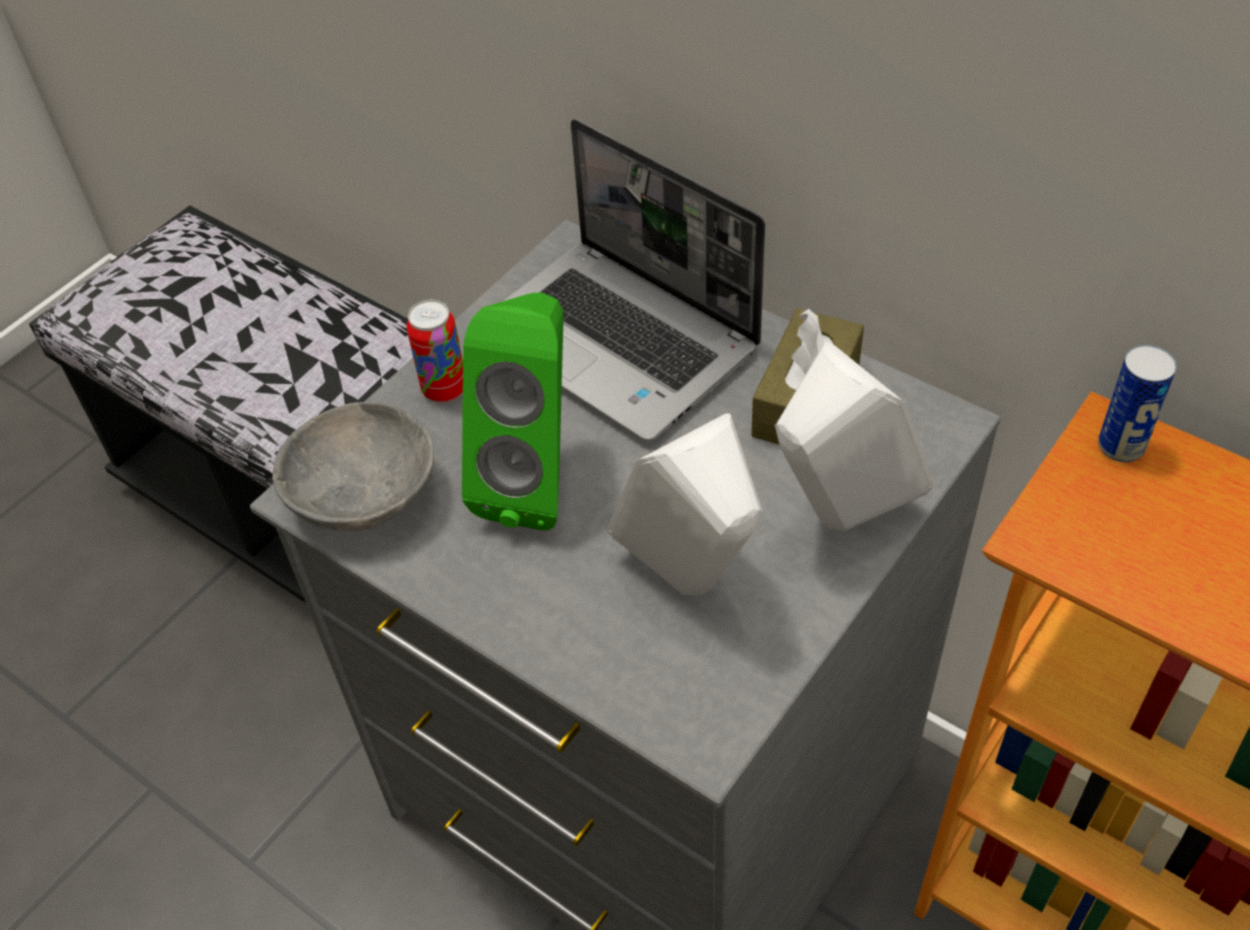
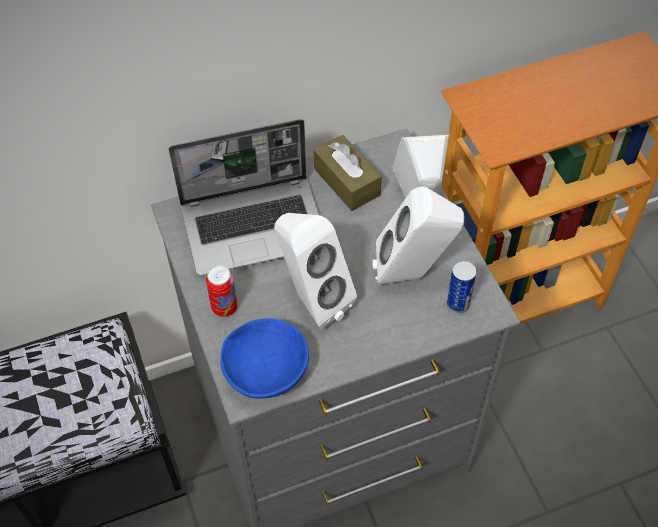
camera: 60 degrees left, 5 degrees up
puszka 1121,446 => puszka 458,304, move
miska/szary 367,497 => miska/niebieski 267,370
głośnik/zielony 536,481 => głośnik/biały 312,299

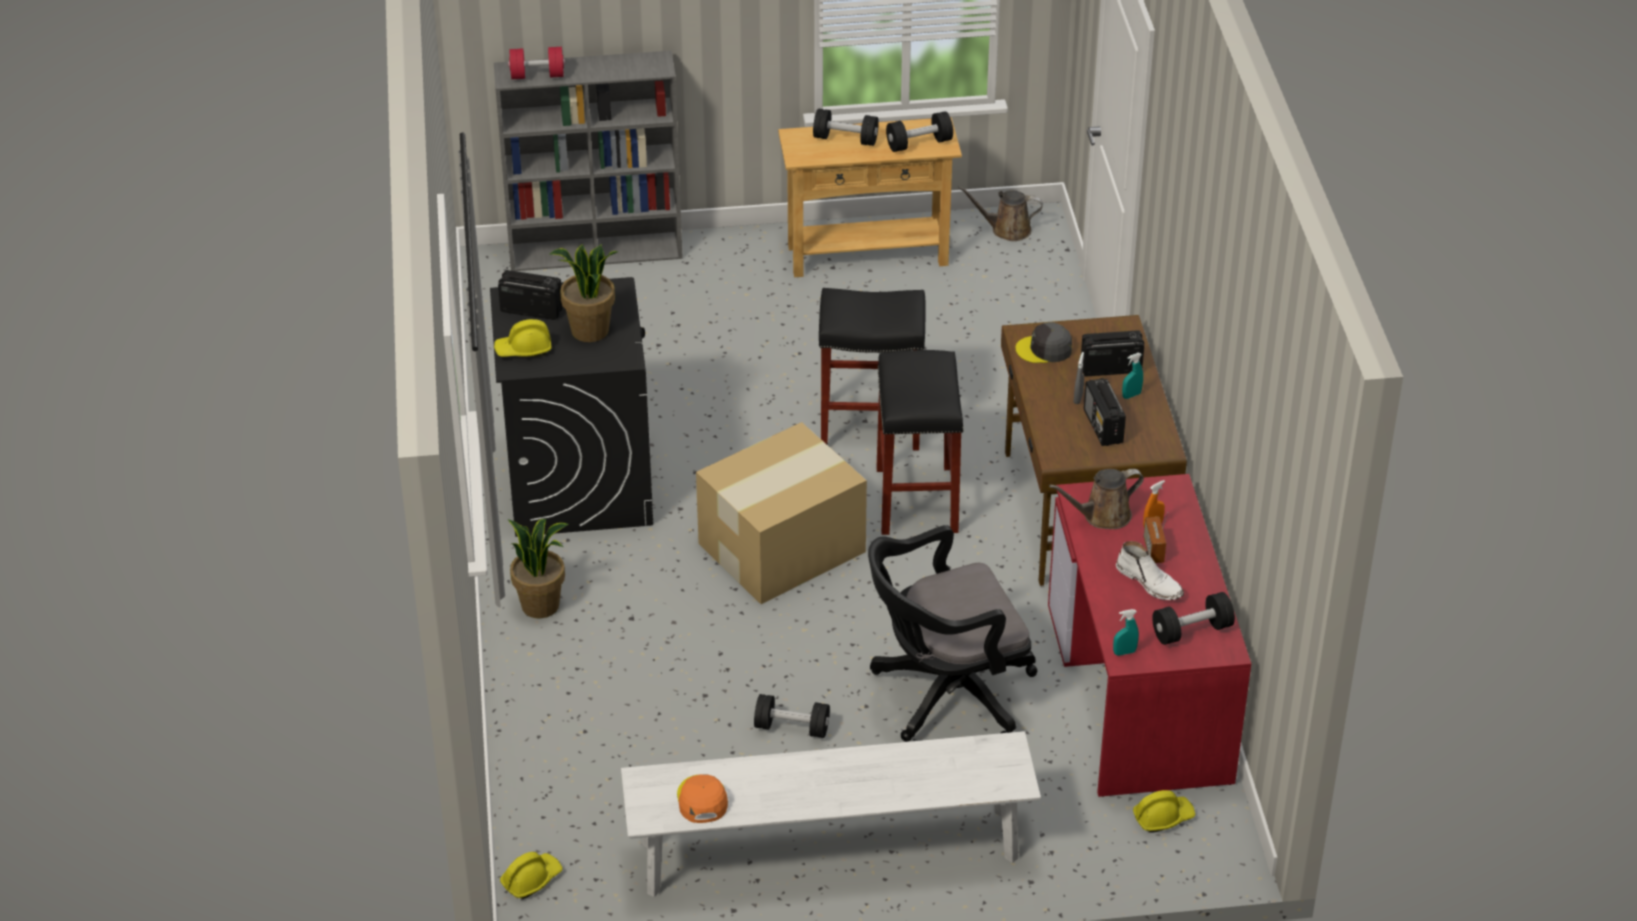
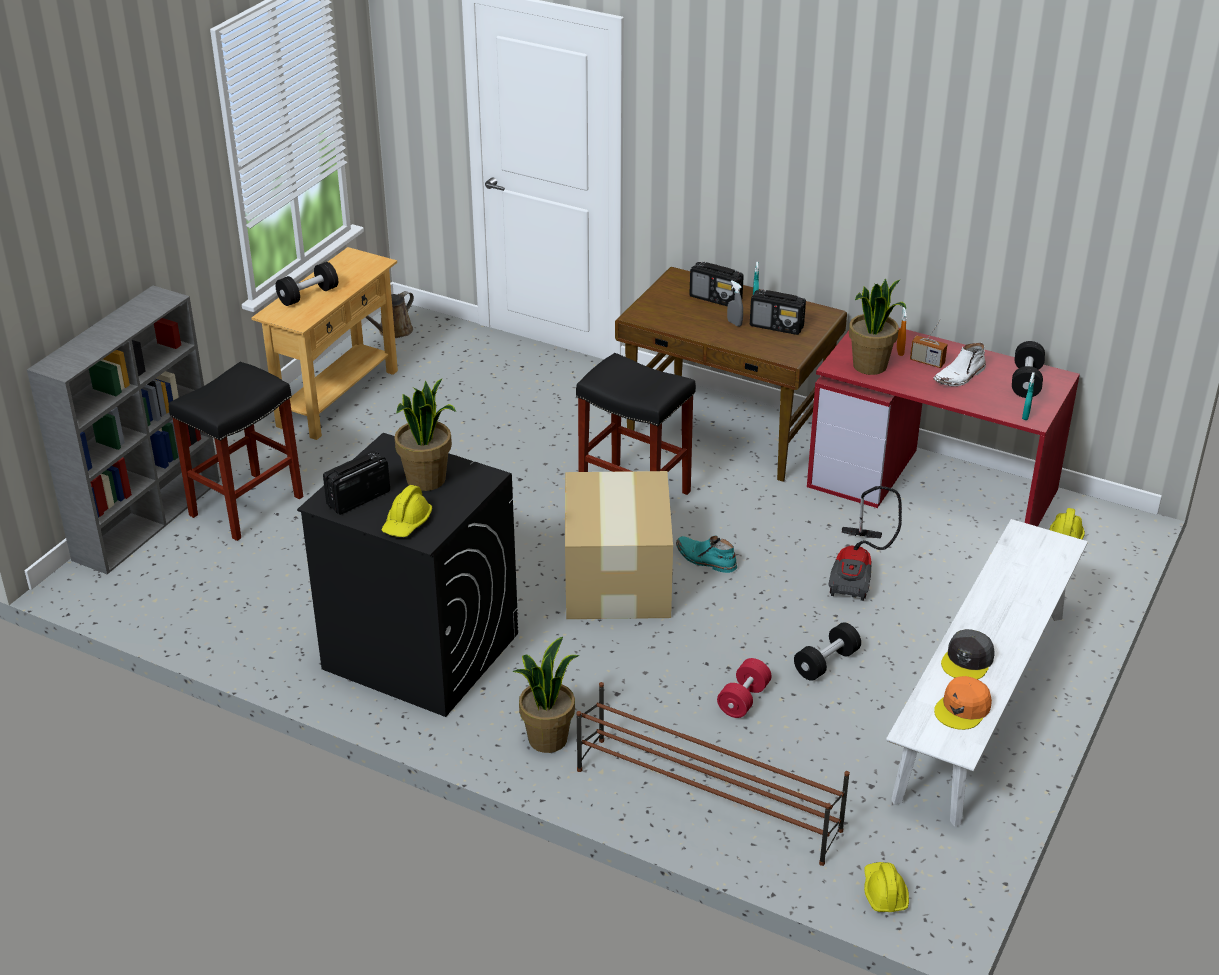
camera: 55 degrees left, 5 degrees down
hantel/czarny 919,143 => nothing
nothing => regał na buty/brązowy 706,799
nothing => but z cholewką/turkusowy 705,559
hantel/czerwony 537,75 => hantel/czerwony 743,699, move
stołek/czarny 872,425 => stołek/czarny 247,505, move
czapka z daszkiem/szary 1044,349 => czapka z daszkiem/szary 967,661, move
krzesło biurowe/czarny 945,694 => odkurzacz 857,573
konewka/brązowy 1102,516 => roślina doniczkowa 870,366
czapka z daszkiem/pomarańczowy 701,800 => czapka z daszkiem/pomarańczowy 963,709, 75 degrees counterclockwise
radio 1110,368 => radio 716,299, 90 degrees counterclockwise
but z cholewką/biały 1150,582 => but z cholewką/biały 960,376, 150 degrees clockwise

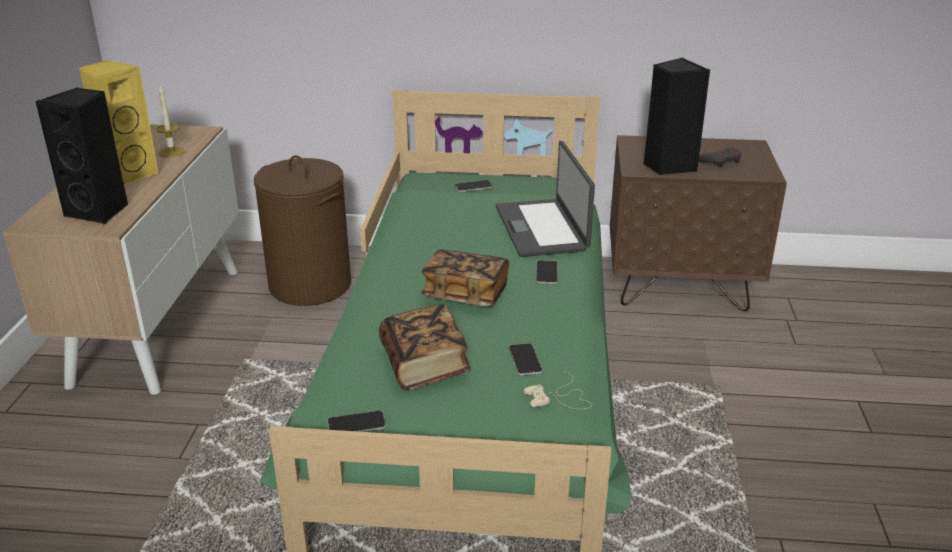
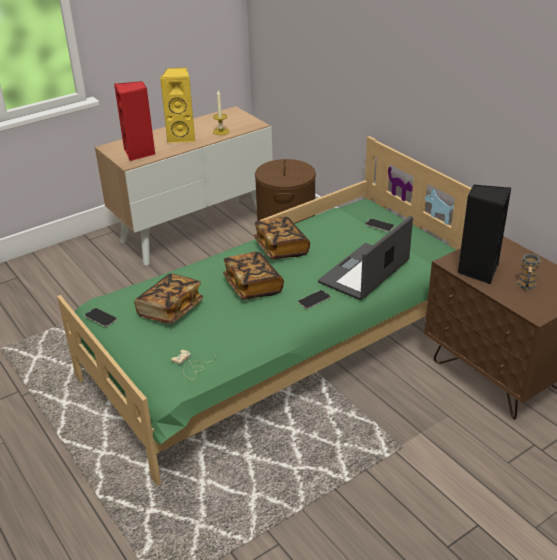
camera: 50 degrees right, 5 degrees up
telefon 525,360 => nothing
nothing => książka 281,248
pad do gier/szary 720,161 => kubek 526,286
głośnik/czarny 100,211 => głośnik/czerwony 139,153

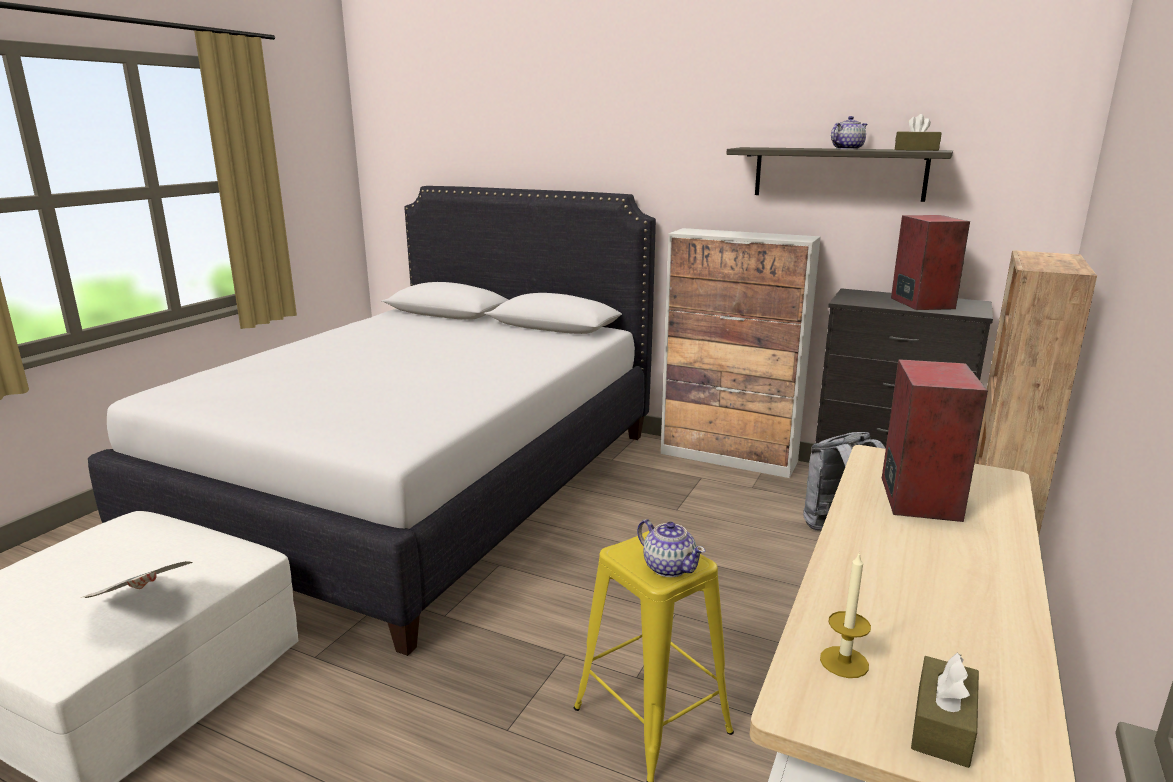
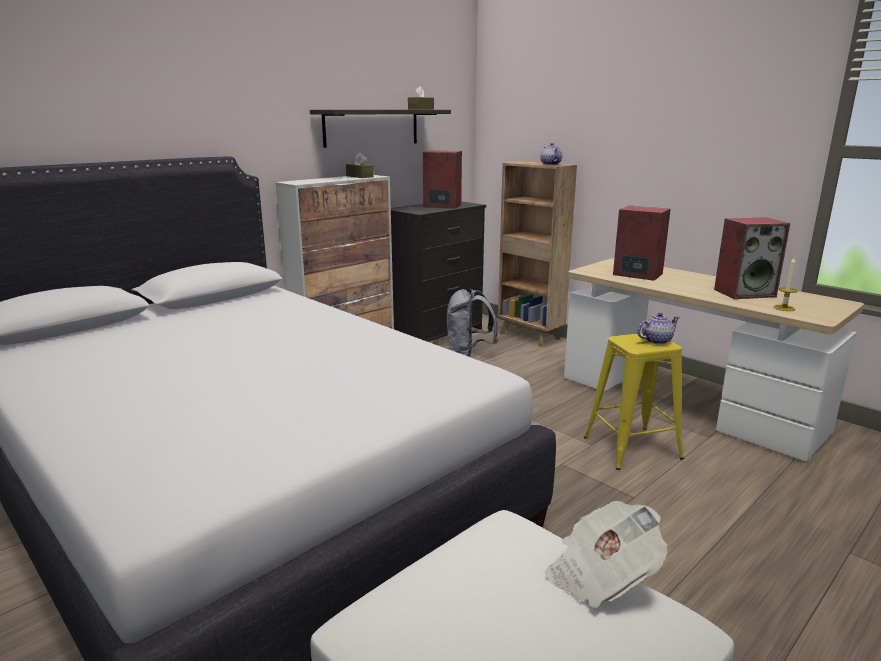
camera: 70 degrees left, 0 degrees up
nothing => głośnik 745,293
imbryk 846,149 => imbryk 550,164, move
pudełko chusteczek/brązowy 942,725 => pudełko chusteczek/brązowy 359,176, move

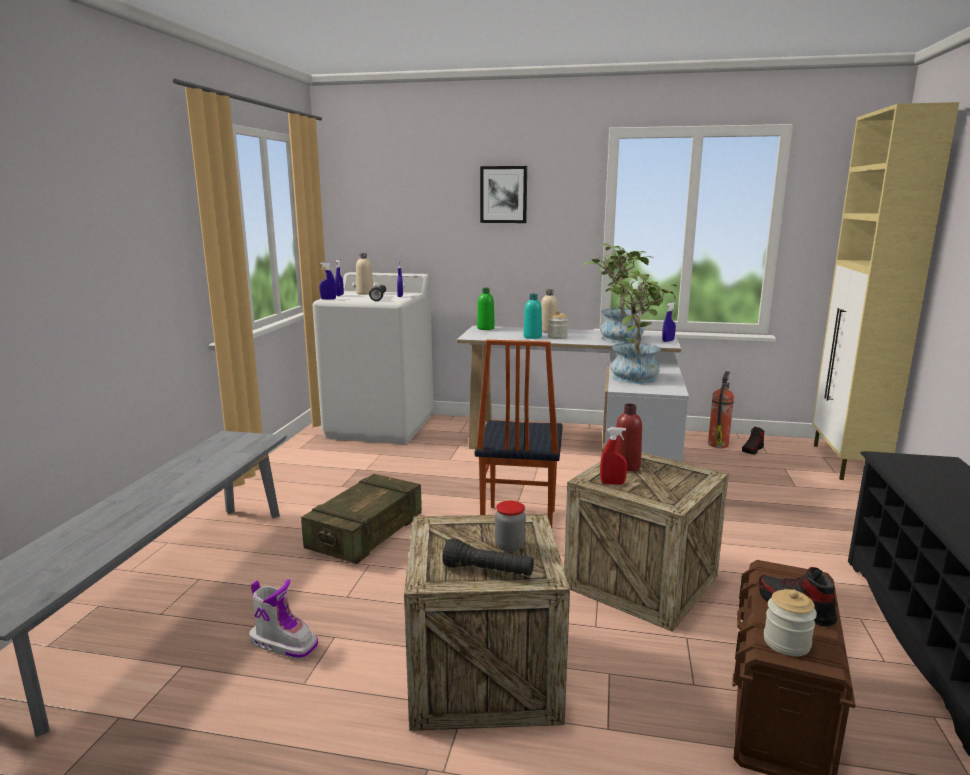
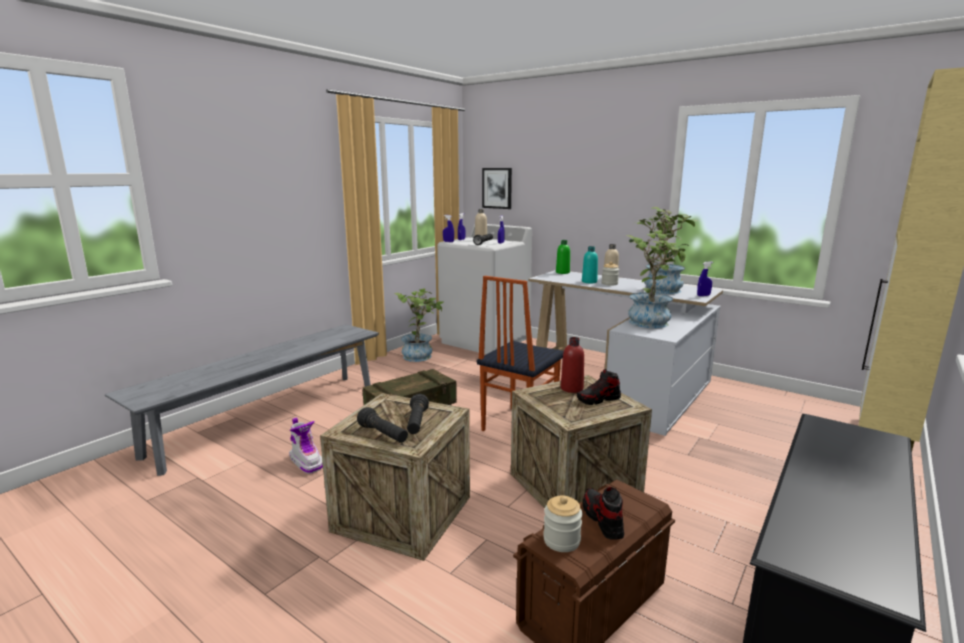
camera: 25 degrees right, 0 degrees up
spryskiwacz/czerwony 612,483 => nothing
gaśnica 718,444 => nothing
nothing => roślina doniczkowa 420,355
obraz 503,194 => obraz 497,188, move
but 752,450 => but 598,399, move
słoik 510,546 => latarka/czarny 417,423

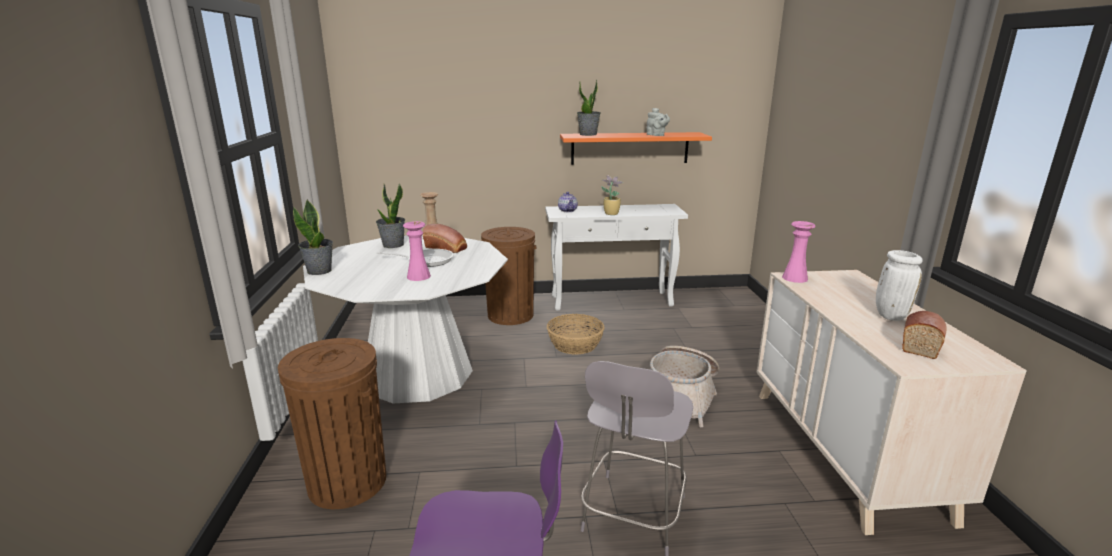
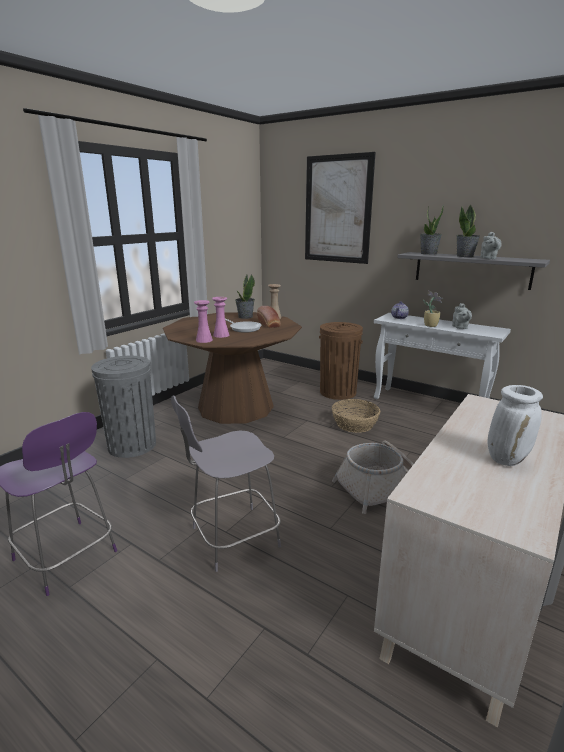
camera: 40 degrees right, 0 degrees up
chleb 920,343 => nothing
nothing => obraz 337,210
nothing => imbryk/szary 460,327
roślina doniczkowa 320,271 => roślina doniczkowa 465,256, move
wazon/różowy 794,278 => wazon/różowy 204,340, move
kosz na śmieci/brązowy 347,482 => kosz na śmieci/szary 132,445
stół jadalny/biały 418,373 => stół jadalny/brązowy 236,407
półka/pomarańczowy 630,148 => półka/szary 471,270

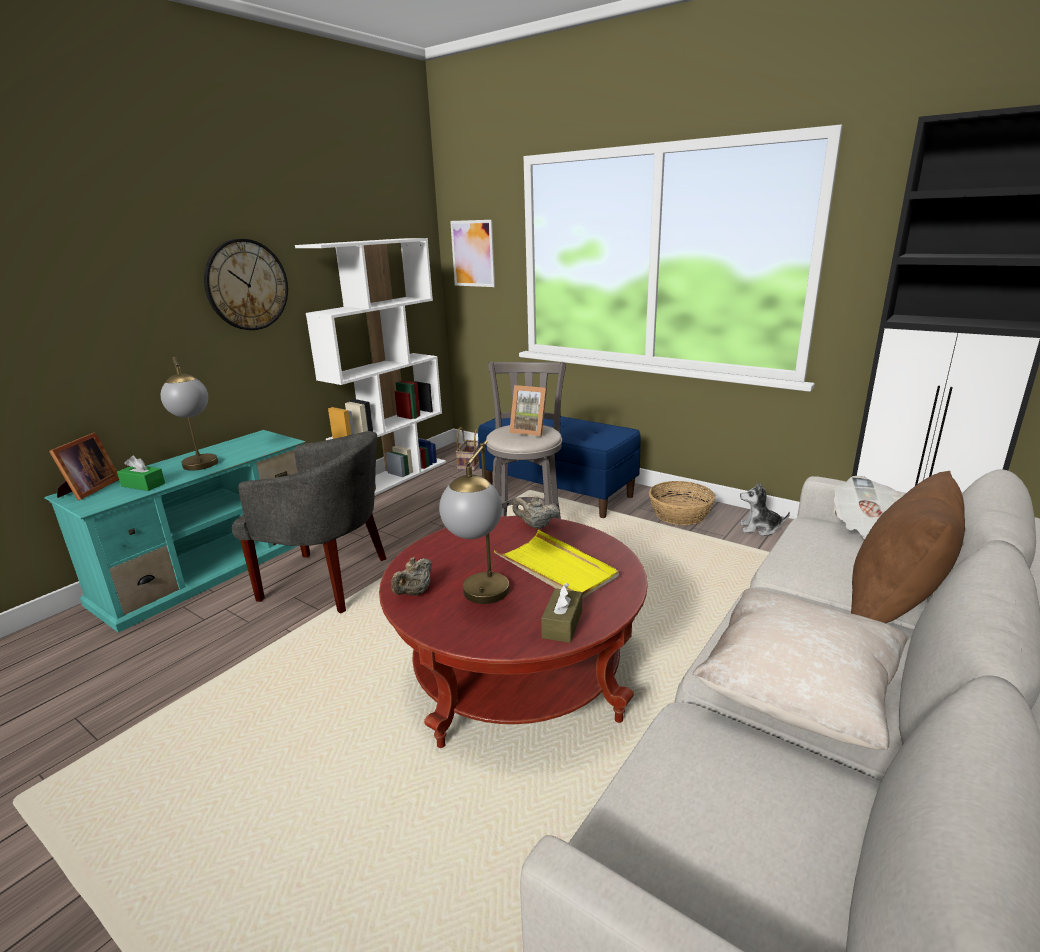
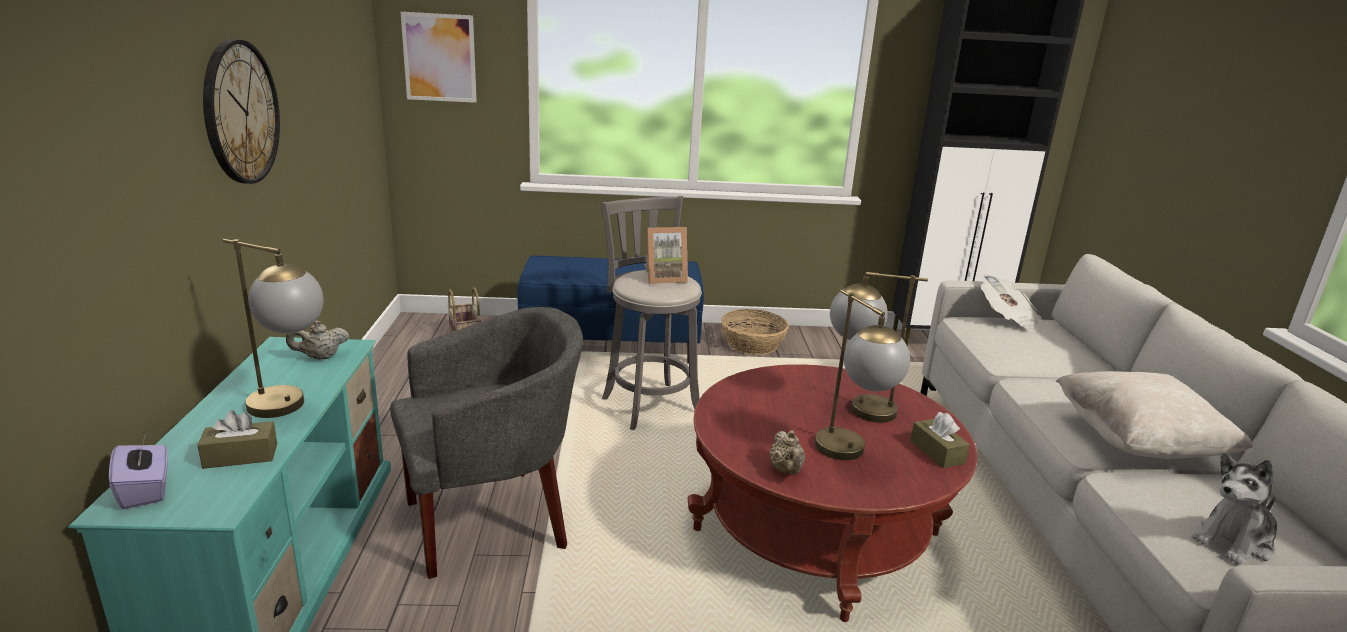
camera: 40 degrees left, 0 degrees up
regał/biały 393,477 => nothing
poduszka/brązowy 893,605 => nothing
imbryk/beżowy 536,526 => imbryk/beżowy 320,357, move
pluszak 759,528 => pluszak 1234,542, move
ramka na zdjęcie 88,490 => pudełko chusteczek/fioletowy 146,490
taca/żółty 556,568 => lampa stołowa 856,409
pudełko chusteczek/zielony 143,485 => pudełko chusteczek/brązowy 240,456

